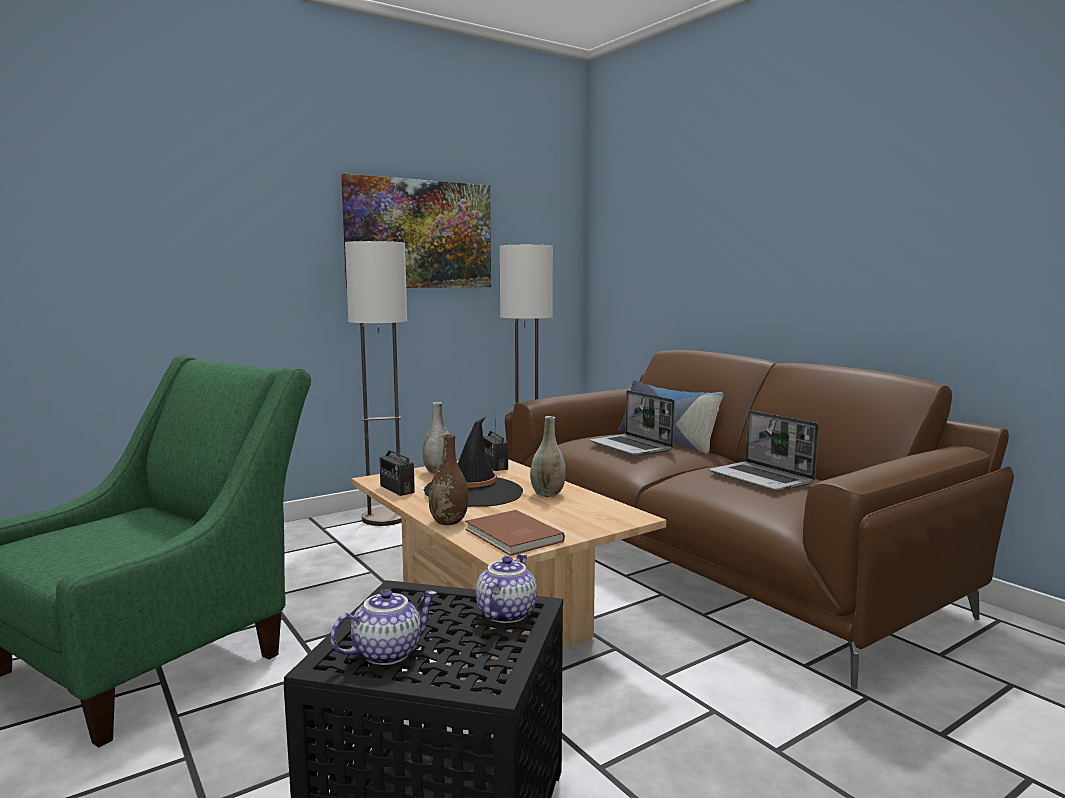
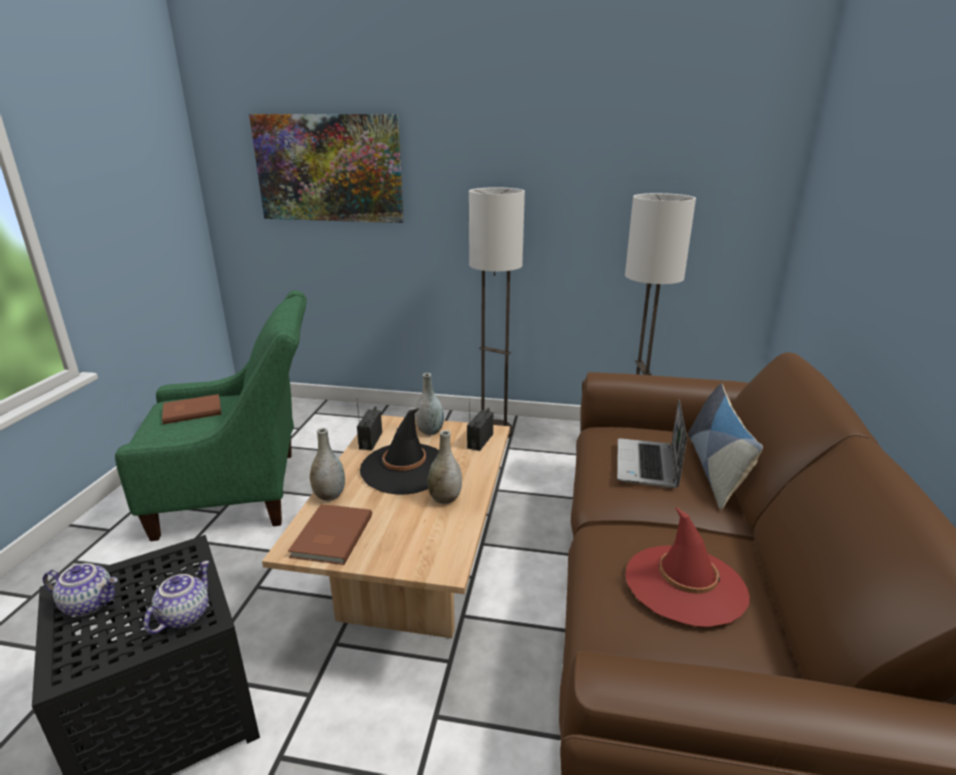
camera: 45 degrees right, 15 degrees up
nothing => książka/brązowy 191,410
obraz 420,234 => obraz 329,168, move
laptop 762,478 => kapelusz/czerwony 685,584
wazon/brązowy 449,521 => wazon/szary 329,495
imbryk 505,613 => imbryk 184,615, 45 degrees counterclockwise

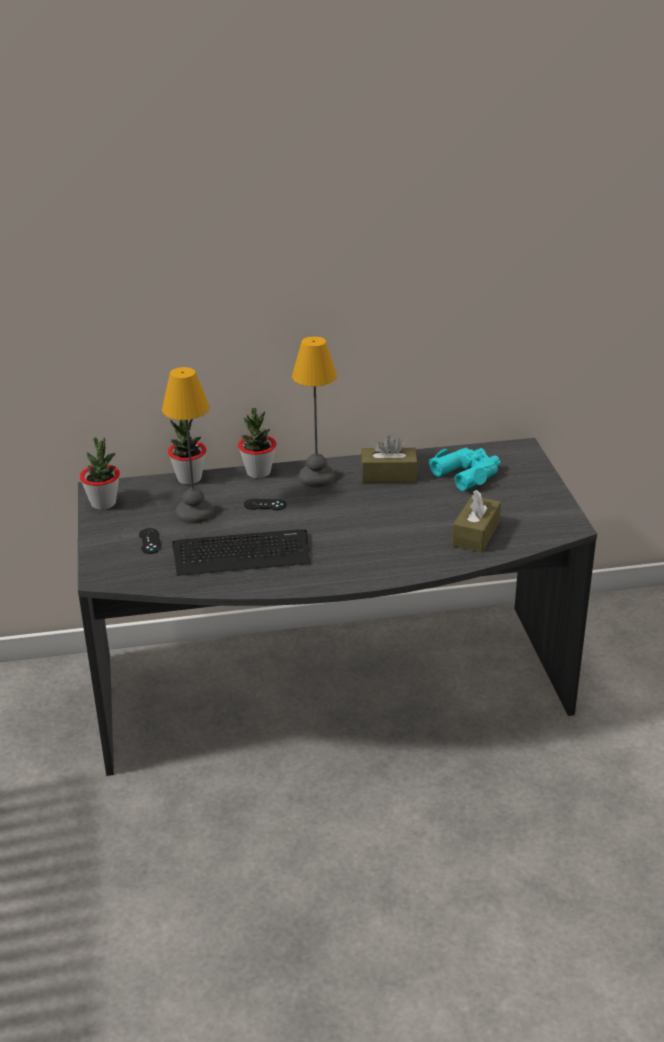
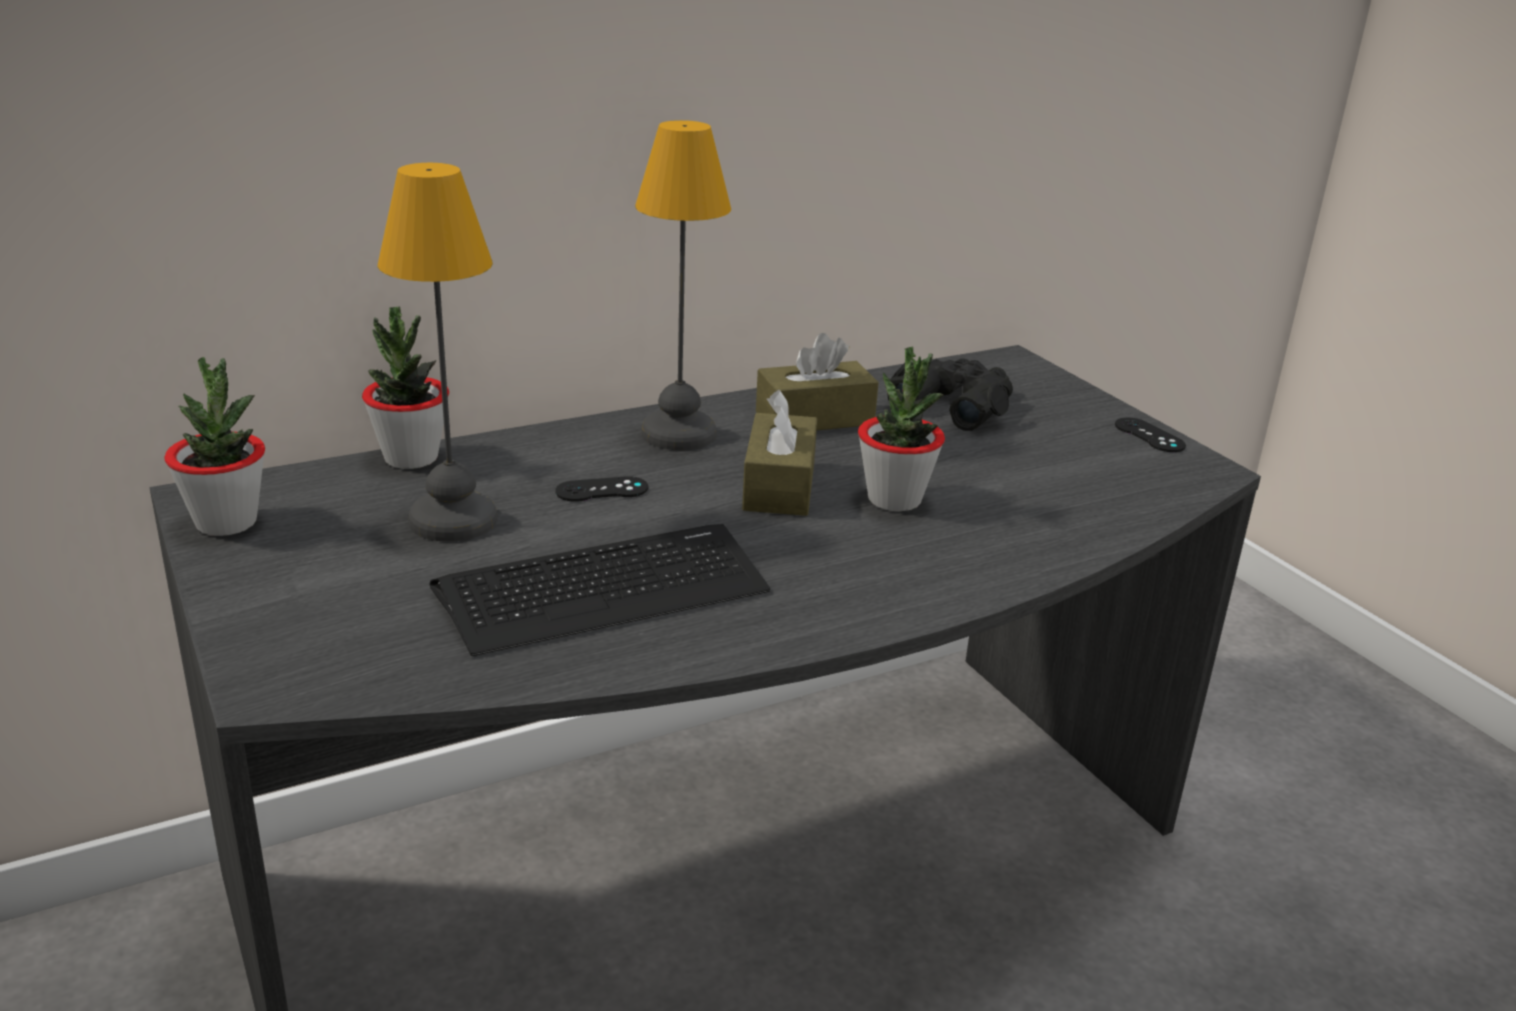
camera: 20 degrees left, 5 degrees down
pad do gier/czarny 150,541 => pad do gier/czarny 1149,435, move
roślina doniczkowa 258,472 => roślina doniczkowa 894,500, move
pudełko chusteczek/brązowy 476,534 => pudełko chusteczek/brązowy 779,486, move
lornetka/turkusowy 467,474 => lornetka/czarny 954,404

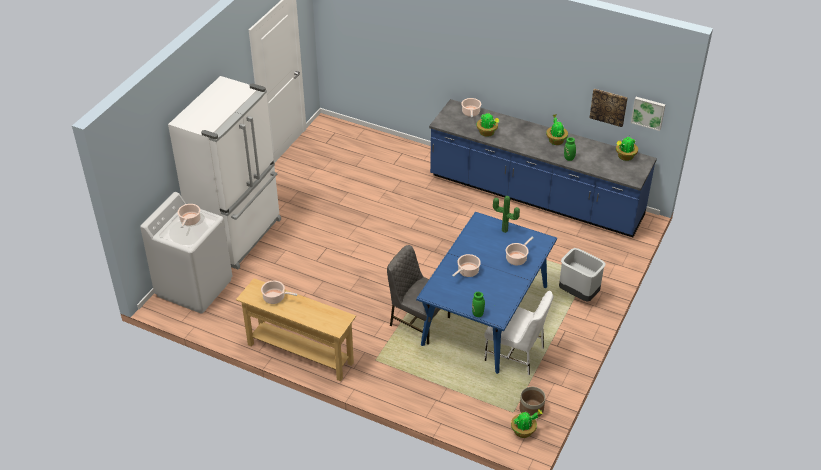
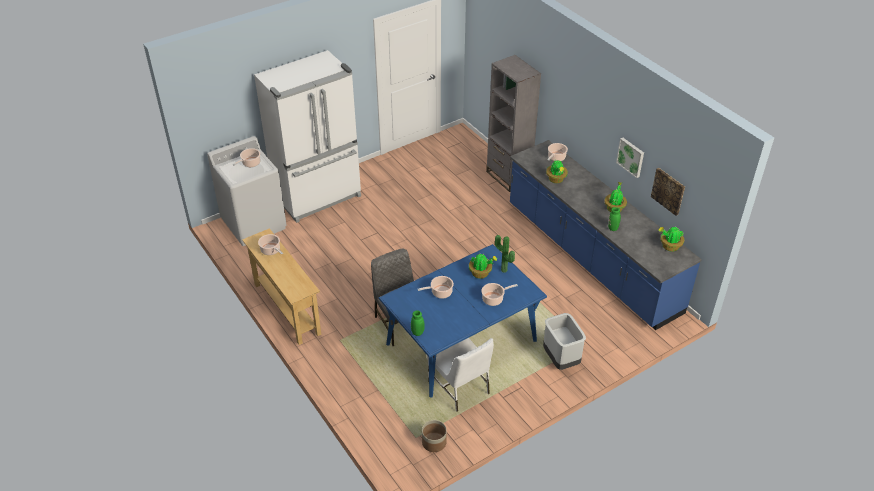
camera: 30 degrees right, 0 degrees up
nothing => regał/szary 508,177
roślina doniczkowa 524,431 => roślina doniczkowa 481,273, move
obraz 648,112 => obraz 631,157, move

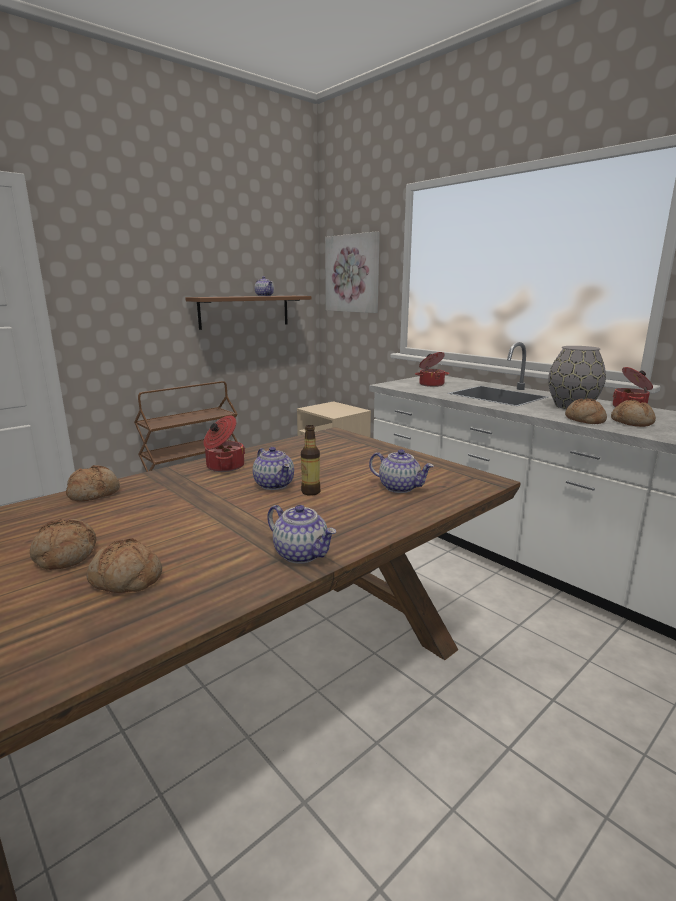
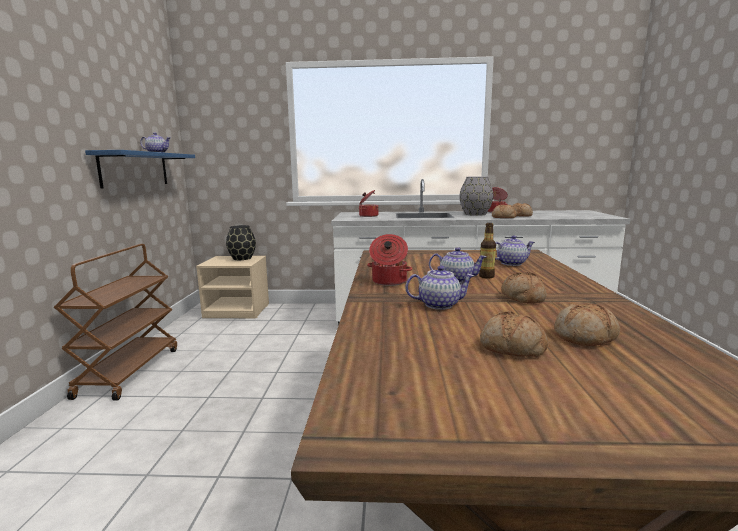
camera: 45 degrees left, 5 degrees down
obraz 352,273 => nothing
nothing => wazon/czarny 242,258
chleb 94,493 => chleb 522,297, move
imbryk 302,554 => imbryk 439,305, move
półka/brązowy 245,311 => półka/niebieski 135,169

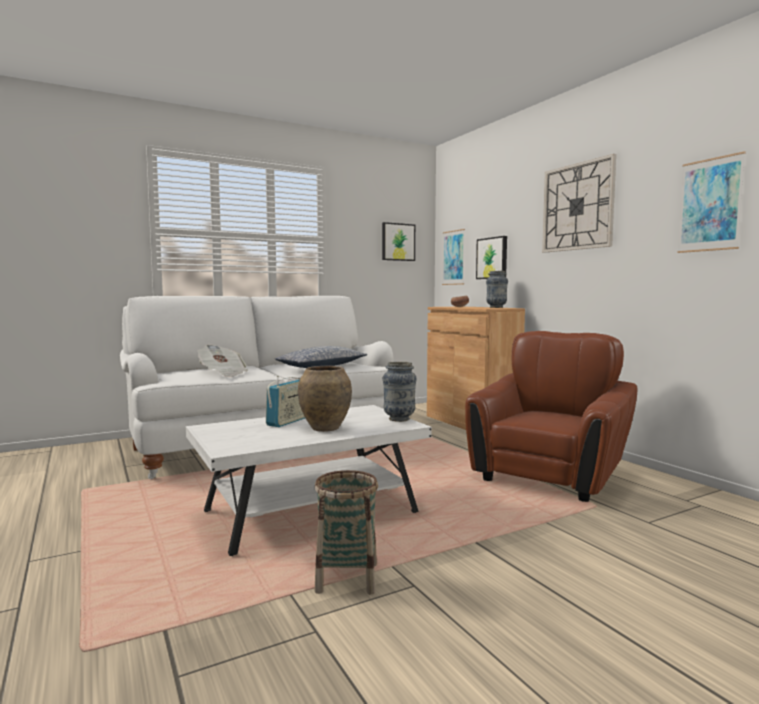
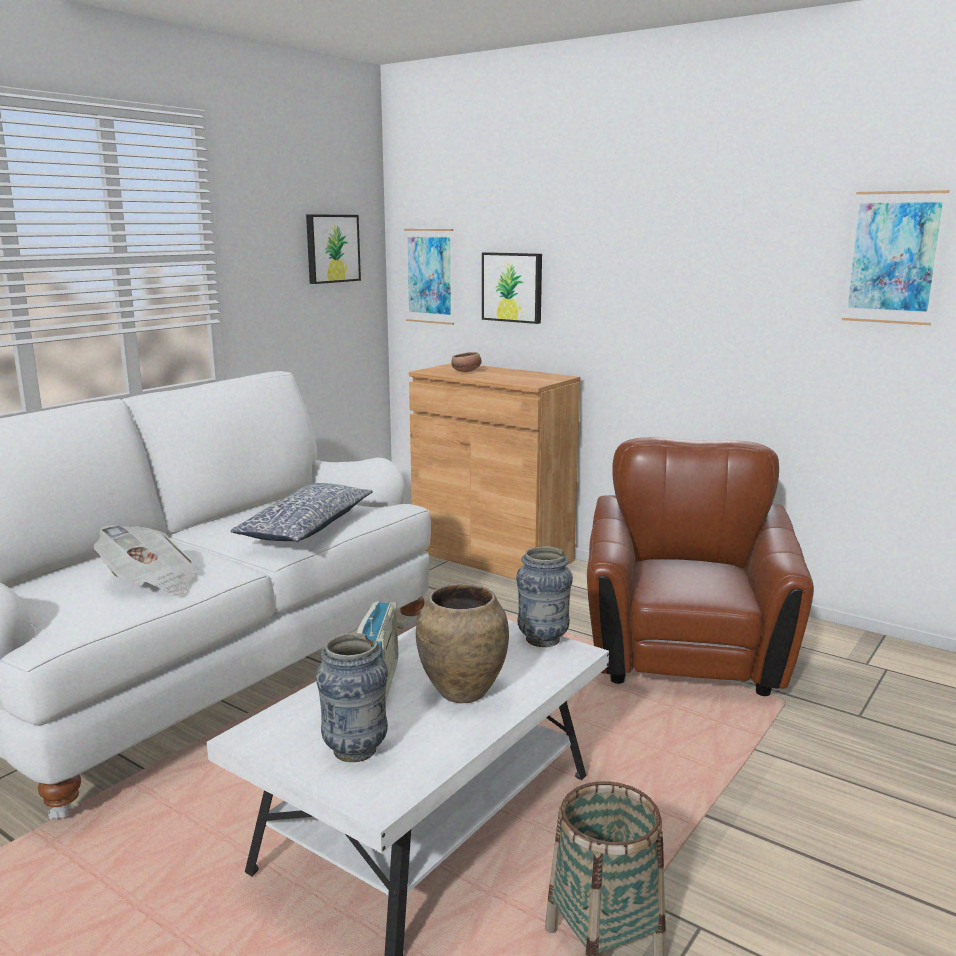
camera: 25 degrees left, 10 degrees up
zegar ścienny 577,207 => nothing
wazon 496,307 => wazon 355,750, move

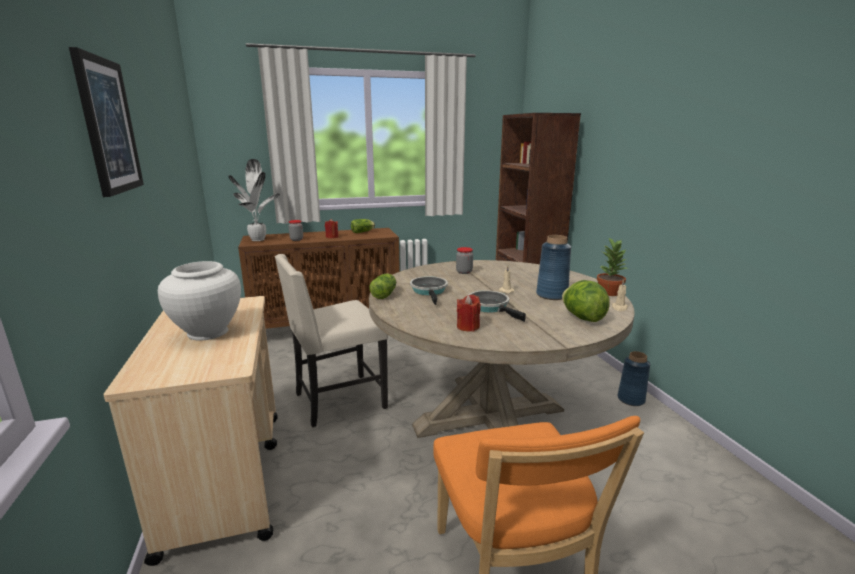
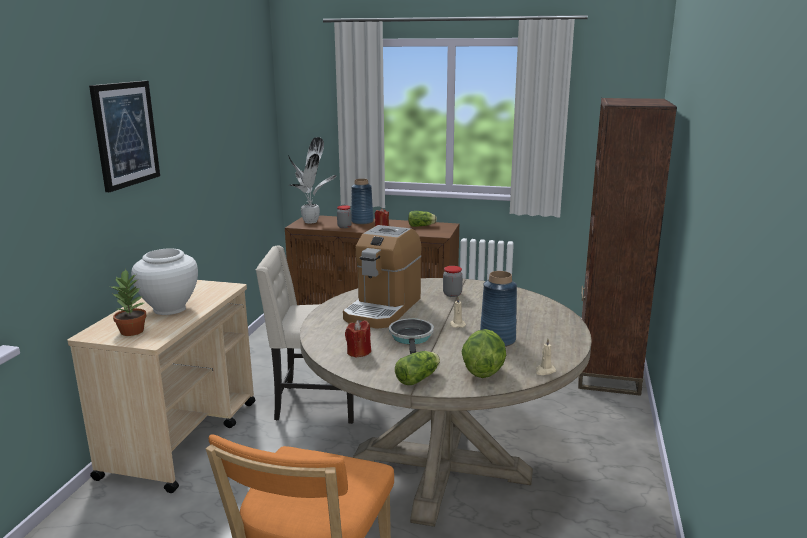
camera: 30 degrees right, 0 degrees up
sałata 385,294 => sałata 419,378, move
roślina doniczkowa 609,292 => roślina doniczkowa 133,331, move
wazon/niebieski 631,399 => wazon/niebieski 362,222, move
patelnia 429,291 => ekspres do kawy 383,309

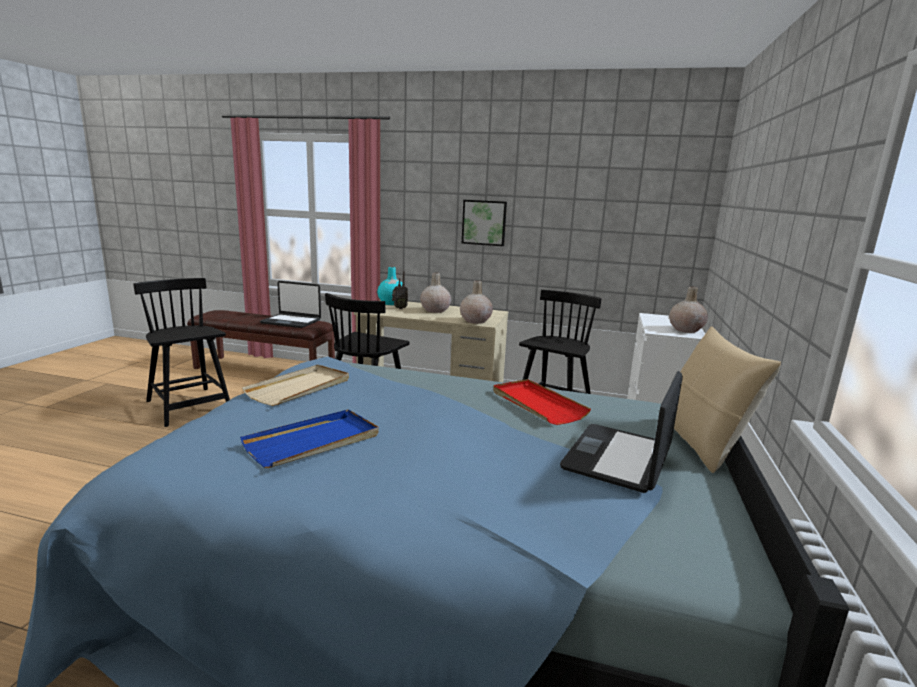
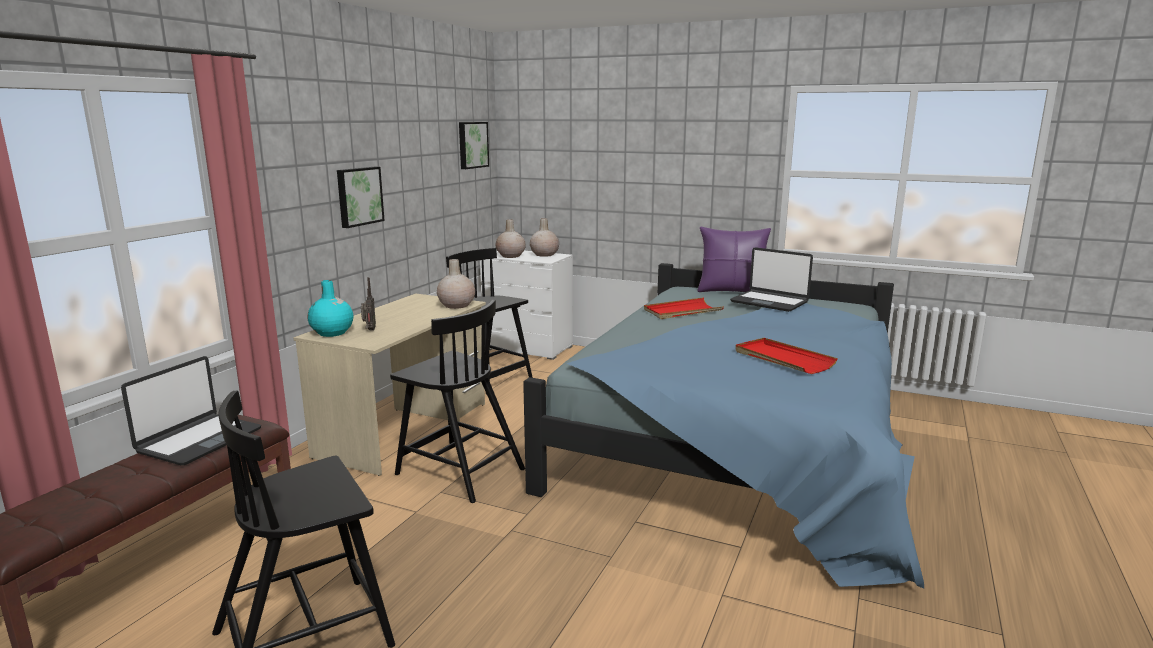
camera: 80 degrees left, 0 degrees up
taca/beżowy 300,388 => nothing
nothing => obraz 472,145
wazon/beżowy 435,310 => wazon/beżowy 510,256, move
taca/niebieski 313,442 => taca/czerwony 783,359
poduszka/beżowy 701,443 => poduszka/fioletowy 732,291

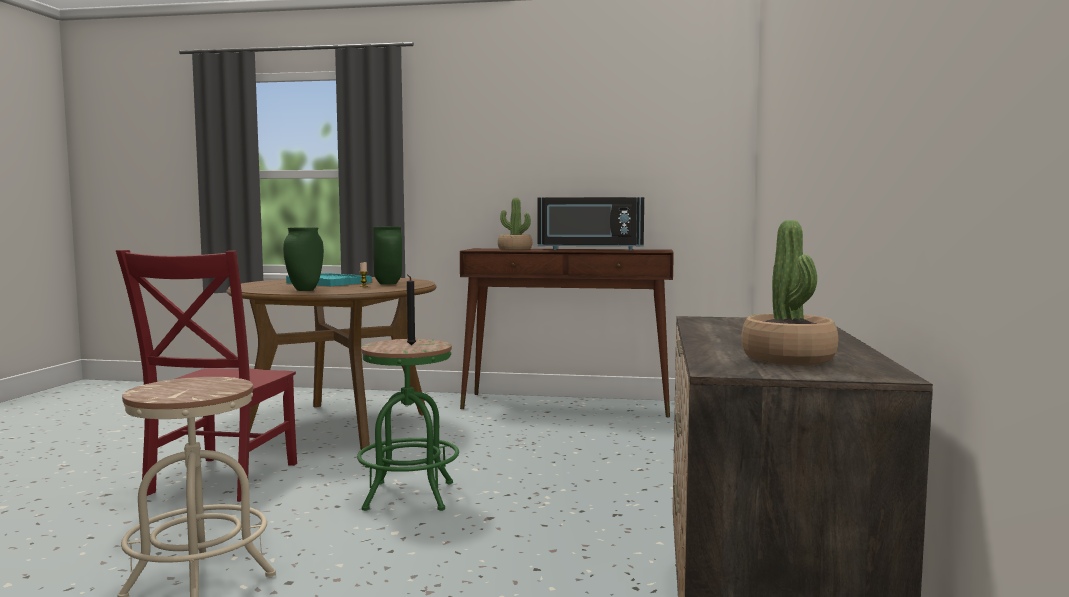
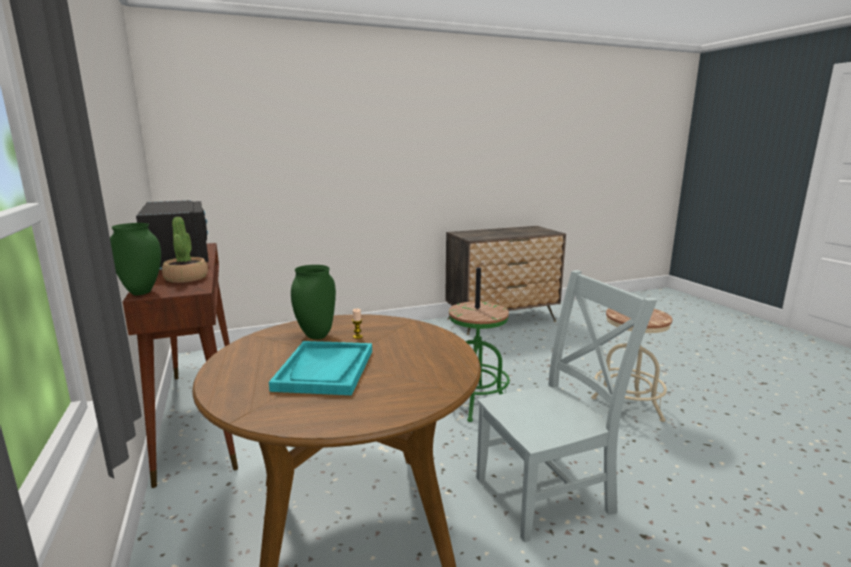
camera: 120 degrees left, 10 degrees up
roślina doniczkowa 788,358 => nothing
wazon/zielony 304,290 => wazon/zielony 140,293, move
krzesło/czerwony 219,481 => krzesło/szary 548,493

